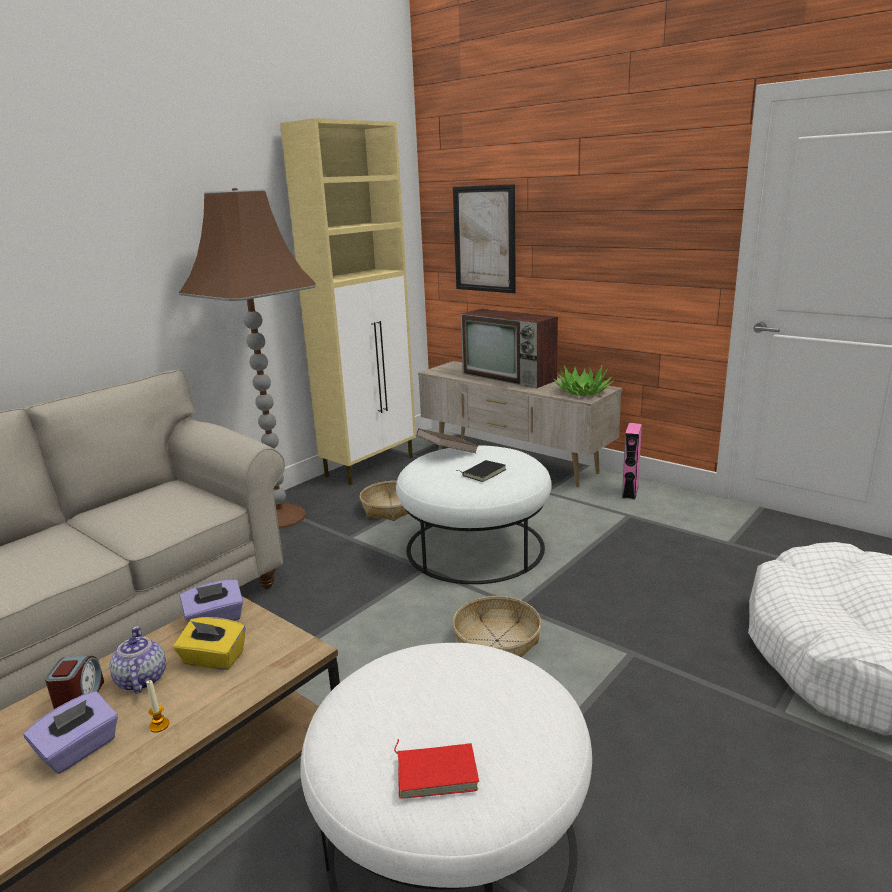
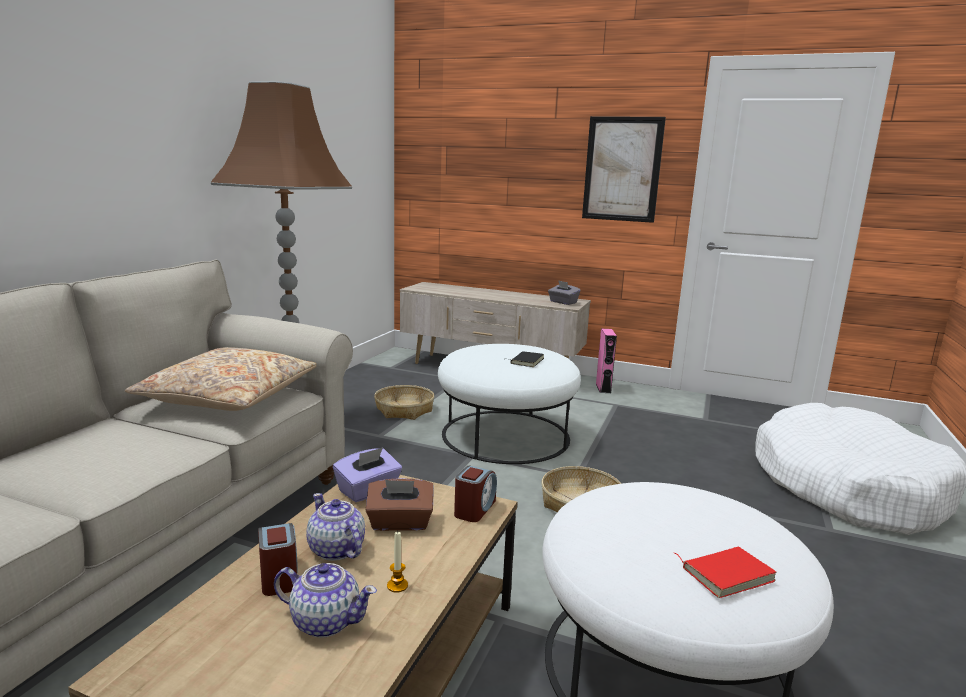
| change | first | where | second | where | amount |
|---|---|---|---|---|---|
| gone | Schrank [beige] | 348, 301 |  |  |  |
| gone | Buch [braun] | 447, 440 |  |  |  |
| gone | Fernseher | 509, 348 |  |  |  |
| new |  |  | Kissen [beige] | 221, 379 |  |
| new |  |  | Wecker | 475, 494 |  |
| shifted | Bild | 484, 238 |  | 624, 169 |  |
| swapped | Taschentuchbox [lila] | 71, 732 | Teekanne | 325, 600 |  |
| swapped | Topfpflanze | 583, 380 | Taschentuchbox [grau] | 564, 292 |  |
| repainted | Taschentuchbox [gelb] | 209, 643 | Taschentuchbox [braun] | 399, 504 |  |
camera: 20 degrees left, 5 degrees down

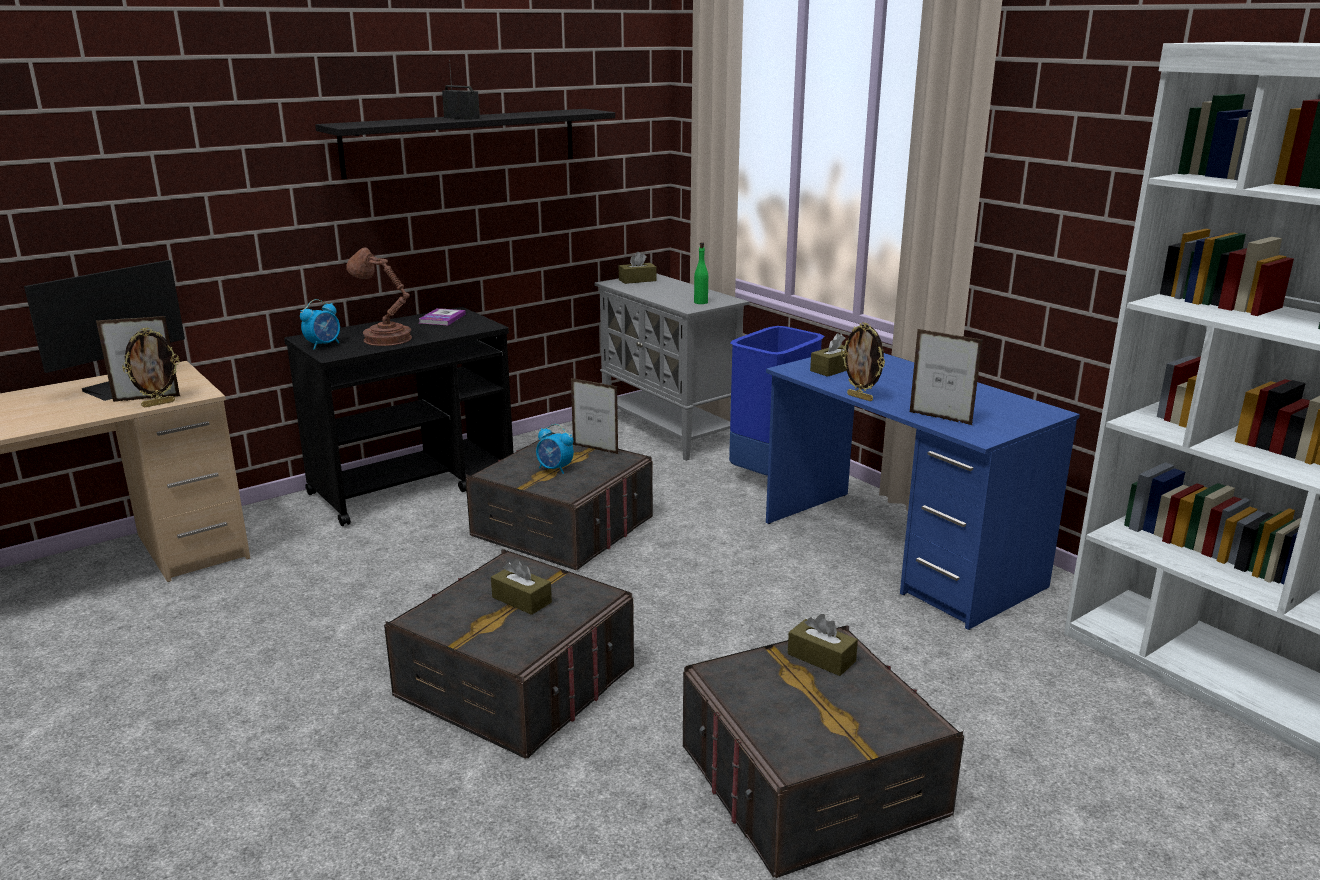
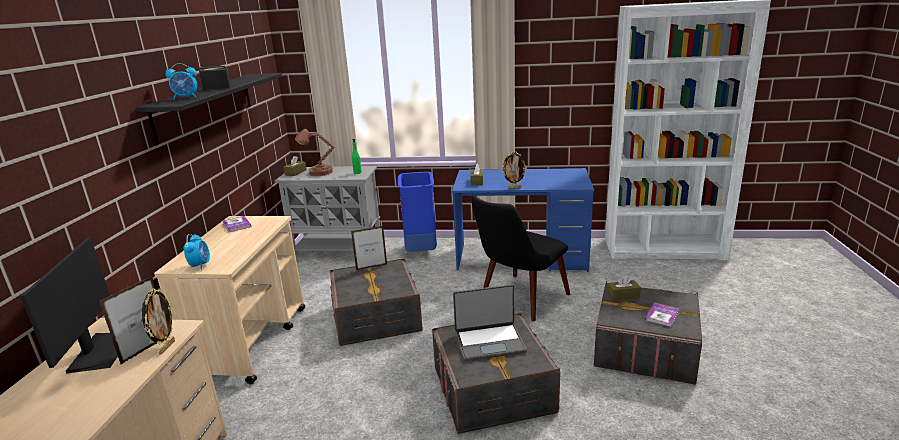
| change | first | where | second | where | amount |
|---|---|---|---|---|---|
| gone | Bilderrahmen | 946, 377 |  |  |  |
| new |  |  | Stuhl [schwarz] | 521, 259 |  |
| new |  |  | Buch | 662, 314 |  |
| shifted | Tischlampe [braun] | 379, 297 |  | 314, 152 |  |
| shifted | Wecker | 555, 449 |  | 181, 81 |  |
| swapped | Taschentuchbox [braun] | 521, 587 | Laptop | 490, 322 |  |
| repainted | Rollwagen [schwarz] | 399, 416 | Rollwagen [beige] | 229, 300 |  |
camera: 45 degrees left, 0 degrees up

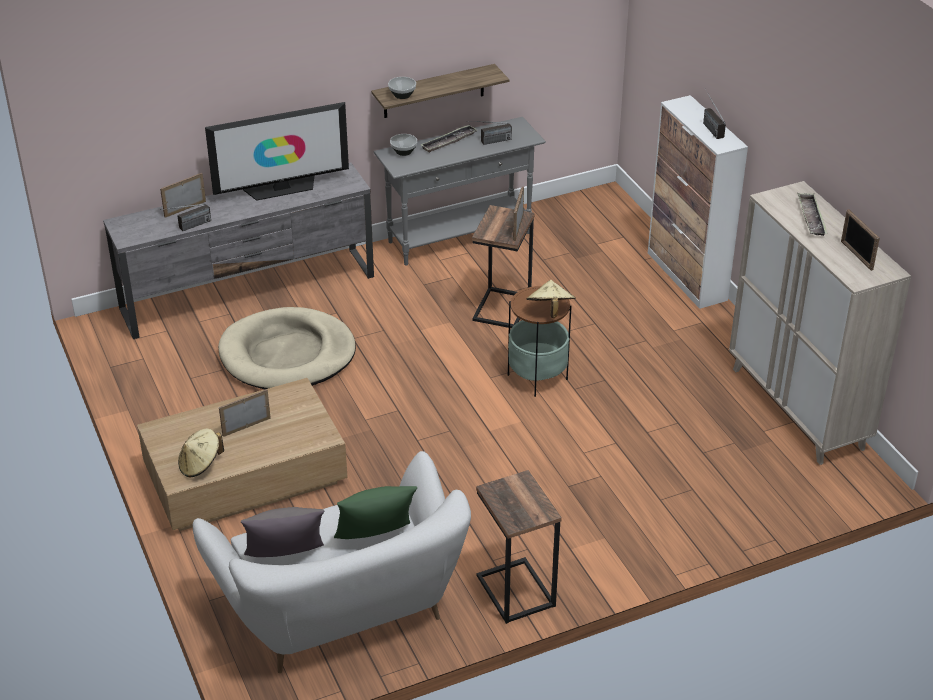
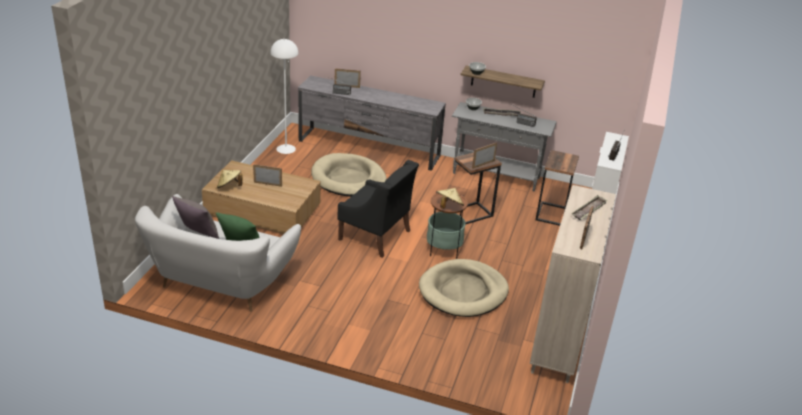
| change | first | where | second | where | amount |
|---|---|---|---|---|---|
| gone | Fernseher | 277, 151 |  |  |  |
| new |  |  | Stehlampe [weiß] | 284, 96 |  |
| new |  |  | Sessel [schwarz] | 378, 209 |  |
| new |  |  | Hundebett [beige] | 464, 288 |  |
| shifted | Beistelltisch | 519, 547 |  | 557, 188 |  |
camera: 40 degrees right, 5 degrees down

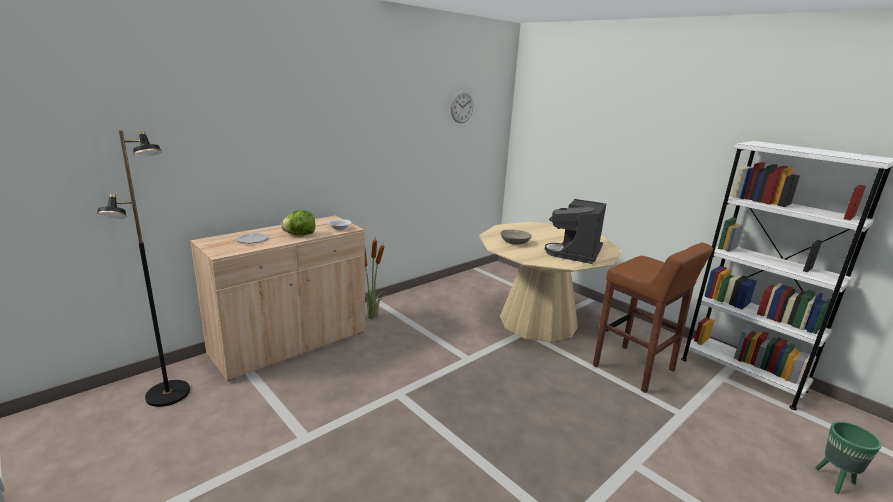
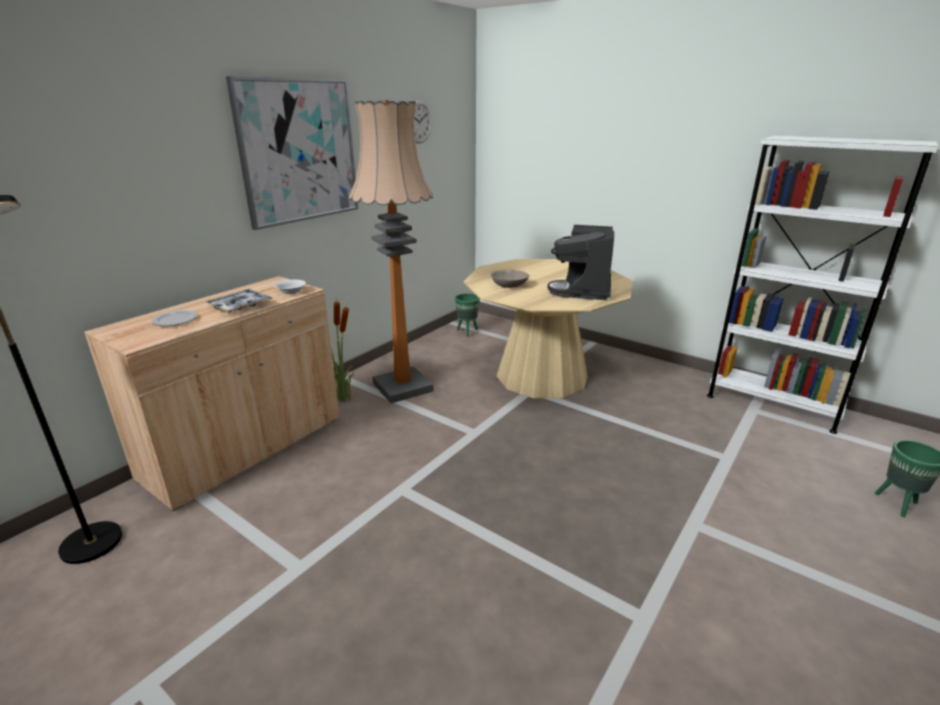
| change | first | where | second | where | amount |
|---|---|---|---|---|---|
| gone | Hocker [braun] | 653, 318 |  |  |  |
| new |  |  | Bild | 292, 153 |  |
| new |  |  | Stehlampe | 391, 251 |  |
| new |  |  | Pflanzkübel [grün] | 467, 315 |  |
| swapped | Salatkopf | 298, 222 | Tablett | 239, 300 |  |
camera: 10 degrees left, 5 degrees up

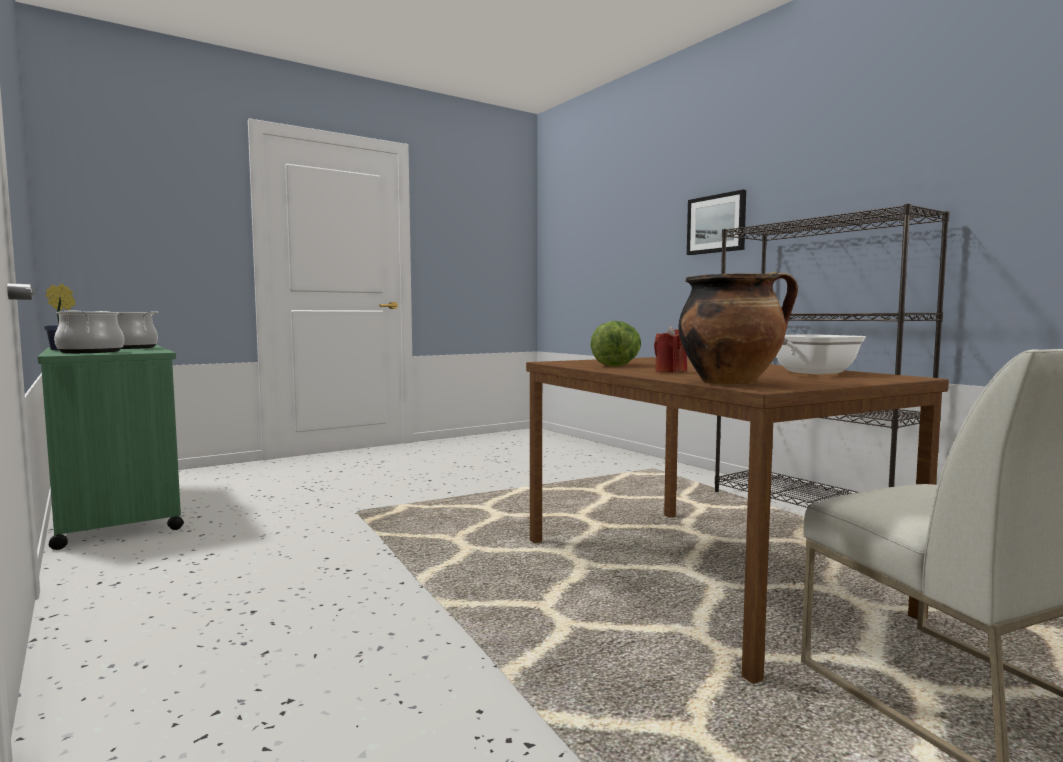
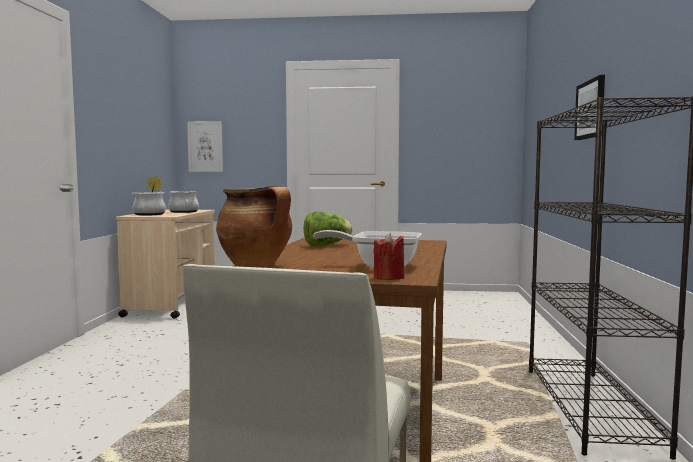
| change | first | where | second | where | amount |
|---|---|---|---|---|---|
| new |  |  | Bild | 205, 146 |  |
| shifted | Kerze [rot] | 670, 349 |  | 389, 256 |  |
| repainted | Rollwagen [grün] | 111, 447 | Rollwagen [beige] | 165, 264 |  |
camera: 40 degrees right, 0 degrees up

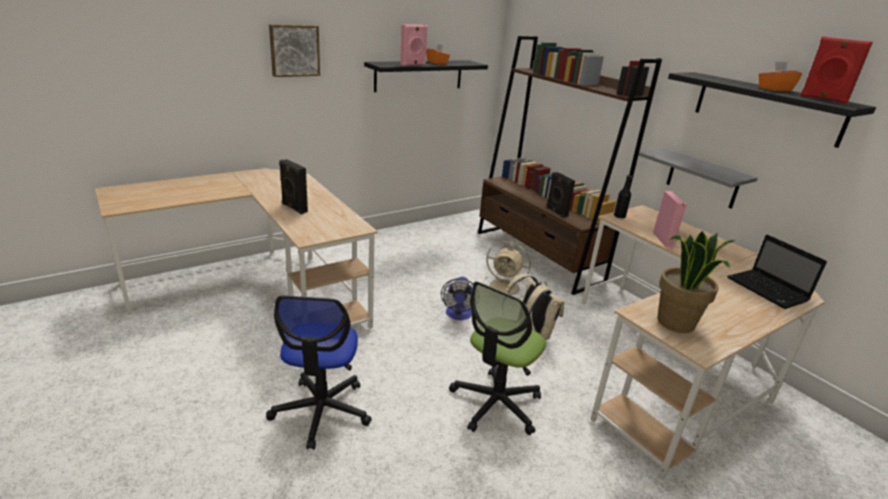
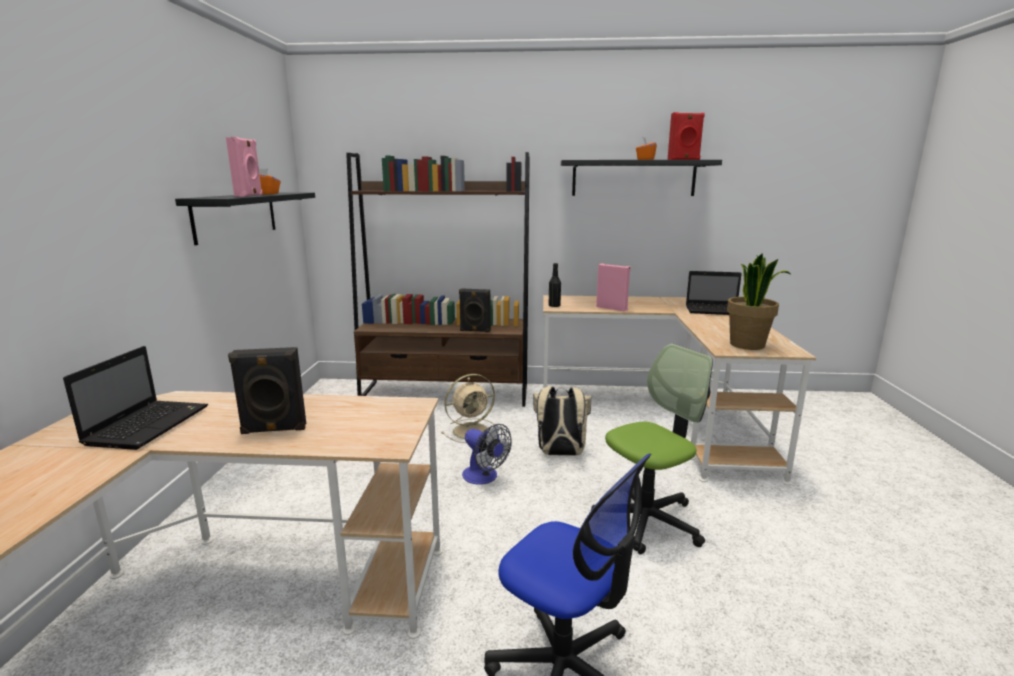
| change | first | where | second | where | amount |
|---|---|---|---|---|---|
| gone | Bild | 294, 50 |  |  |  |
| gone | Wandregal [grau] | 698, 178 |  |  |  |
| new |  |  | Laptop | 135, 398 |  |
| rotated | Bürostuhl | 497, 358 |  | 652, 449 | 105 degrees counterclockwise |
camera: 50 degrees left, 10 degrees down

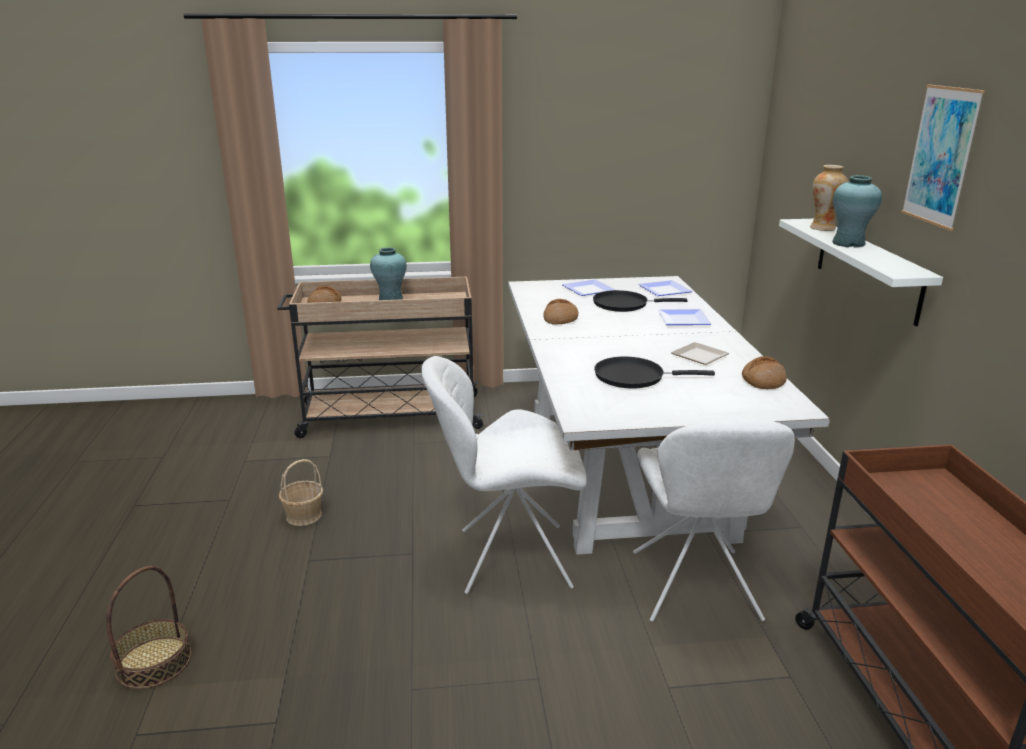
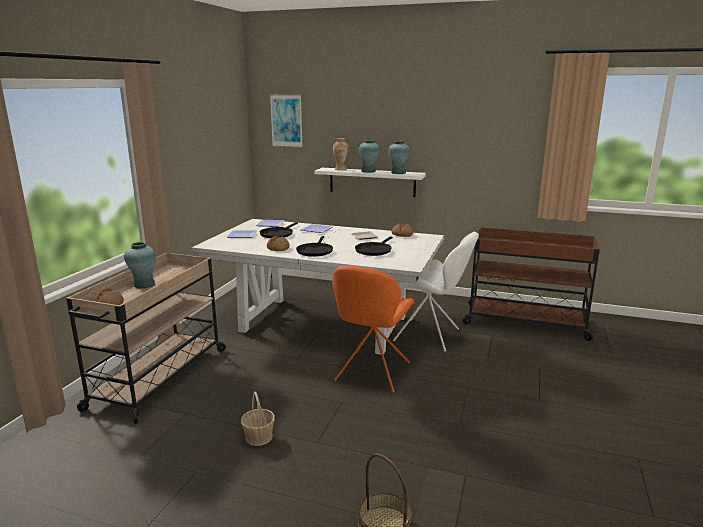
| change | first | where | second | where | amount |
|---|---|---|---|---|---|
| new |  |  | Pfanne [schwarz] | 314, 246 |  |
| new |  |  | Vase [türkis] | 399, 157 |  |
| shifted | Bild | 943, 157 |  | 286, 120 |  |
| repainted | Stuhl [weiß] | 504, 475 | Stuhl [orange] | 373, 329 |  |
camera: 65 degrees left, 5 degrees down

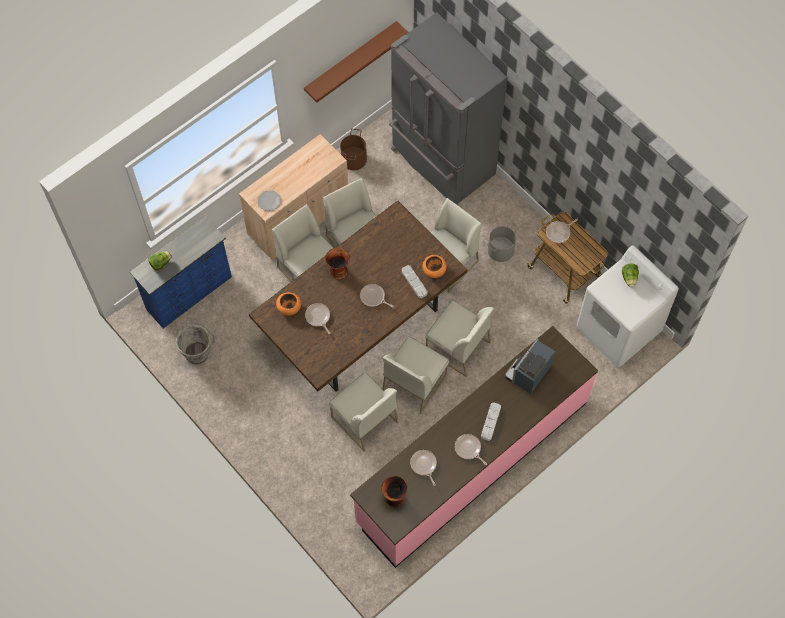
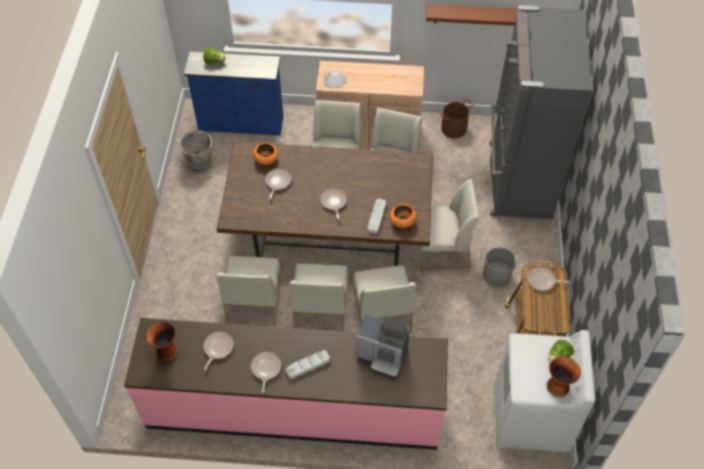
| change | first | where | second | where | amount |
|---|---|---|---|---|---|
| shifted | Vase | 337, 264 |  | 564, 376 |  |
| rotated | Stuhl [weiß] | 416, 375 |  | 319, 297 | 75 degrees counterclockwise |
| rotated | Kaffeemaschine | 530, 366 |  | 383, 347 | 150 degrees counterclockwise |
camera: 45 degrees right, 10 degrees down

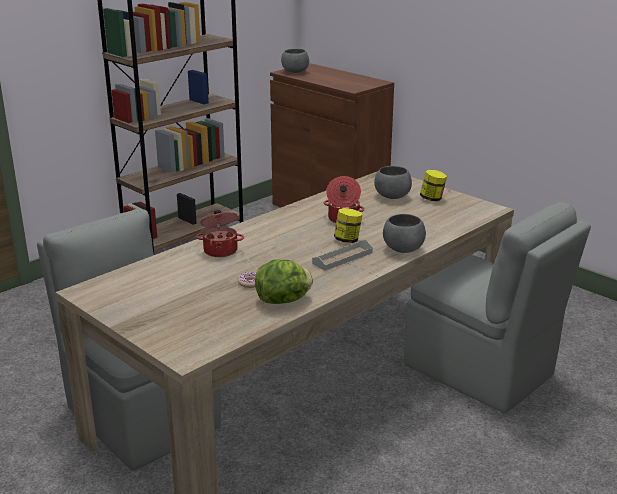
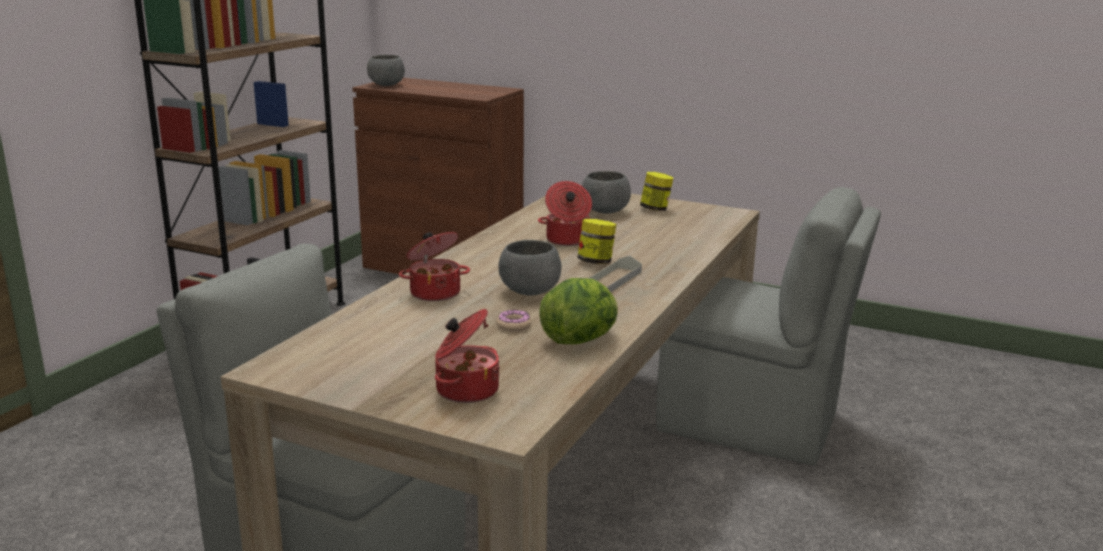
| change | first | where | second | where | amount |
|---|---|---|---|---|---|
| new |  |  | Kochtopf | 467, 356 |  |
| shifted | Schüssel [grau] | 404, 233 |  | 530, 267 |  |
camera: 20 degrees left, 5 degrees down

